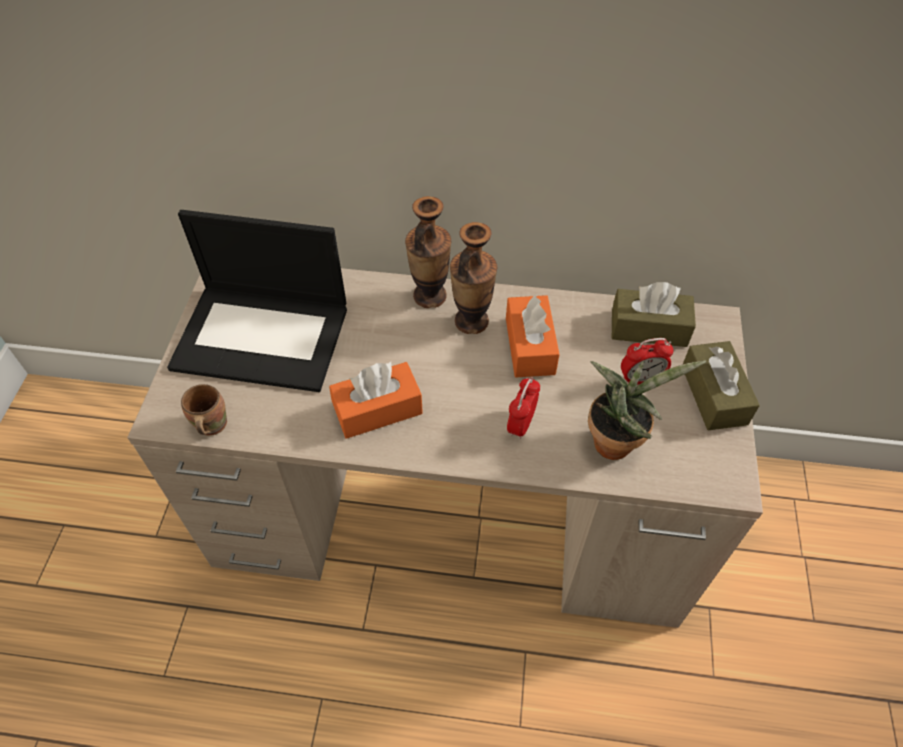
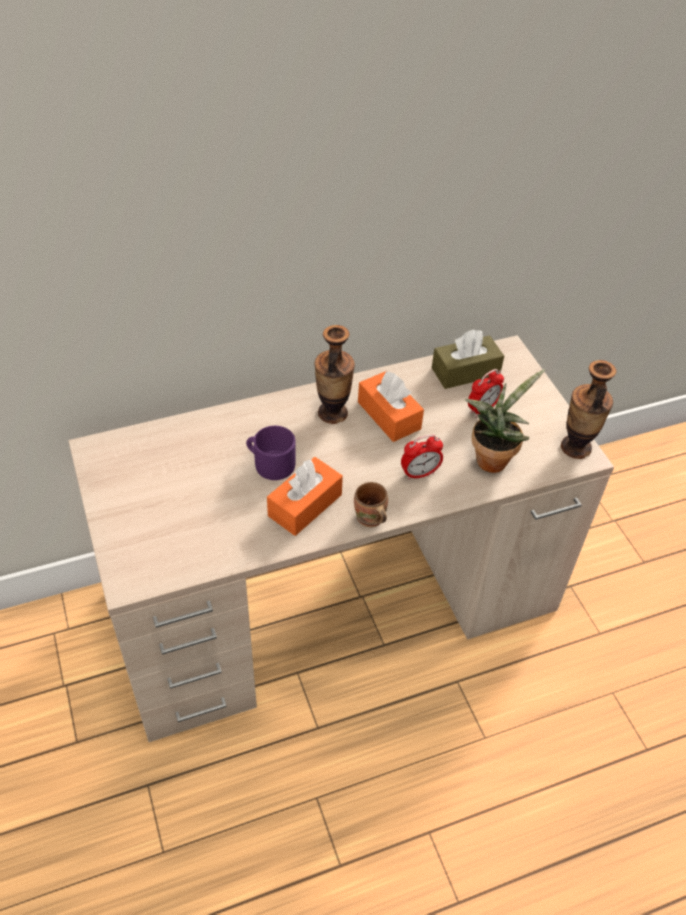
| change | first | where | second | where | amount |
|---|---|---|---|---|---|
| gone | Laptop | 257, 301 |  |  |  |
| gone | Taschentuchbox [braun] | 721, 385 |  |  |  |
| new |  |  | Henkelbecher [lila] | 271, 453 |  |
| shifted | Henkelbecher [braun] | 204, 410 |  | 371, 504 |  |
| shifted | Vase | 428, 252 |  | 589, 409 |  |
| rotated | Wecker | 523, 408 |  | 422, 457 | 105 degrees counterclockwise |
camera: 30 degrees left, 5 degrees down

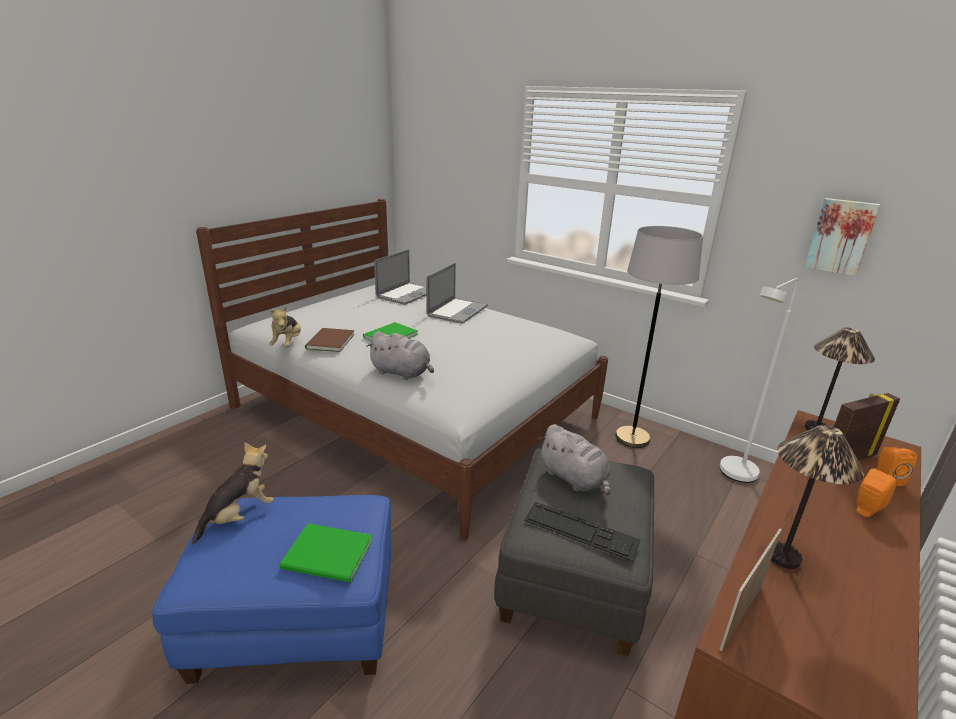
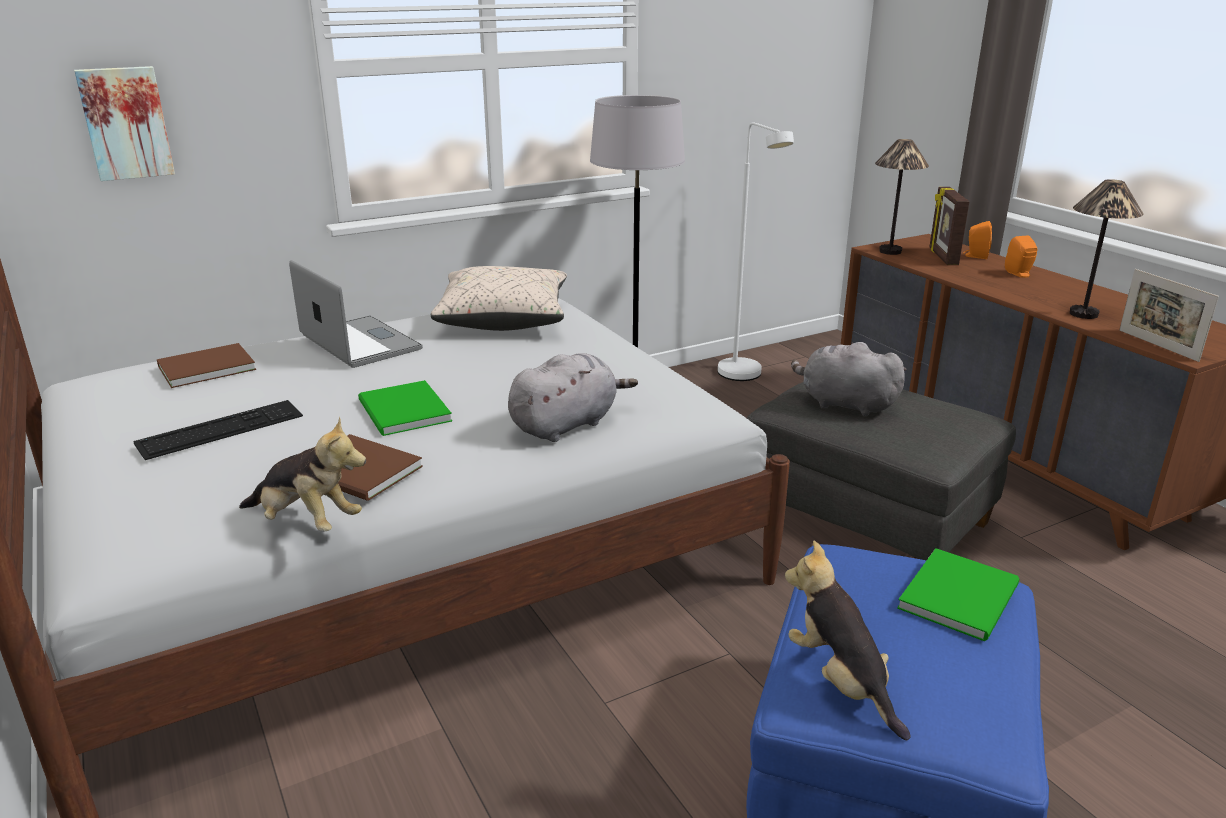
| change | first | where | second | where | amount |
|---|---|---|---|---|---|
| new |  |  | Kissen [beige] | 499, 298 |  |
| shifted | Tastatur | 582, 532 |  | 218, 430 |  |
| shifted | Bild | 842, 237 |  | 124, 123 |  |
| swapped | Laptop | 400, 277 | Buch [braun] | 206, 365 |  |
| rotated | Plüschtier [grau] | 575, 460 |  | 849, 379 | 135 degrees counterclockwise |
camera: 65 degrees left, 0 degrees up

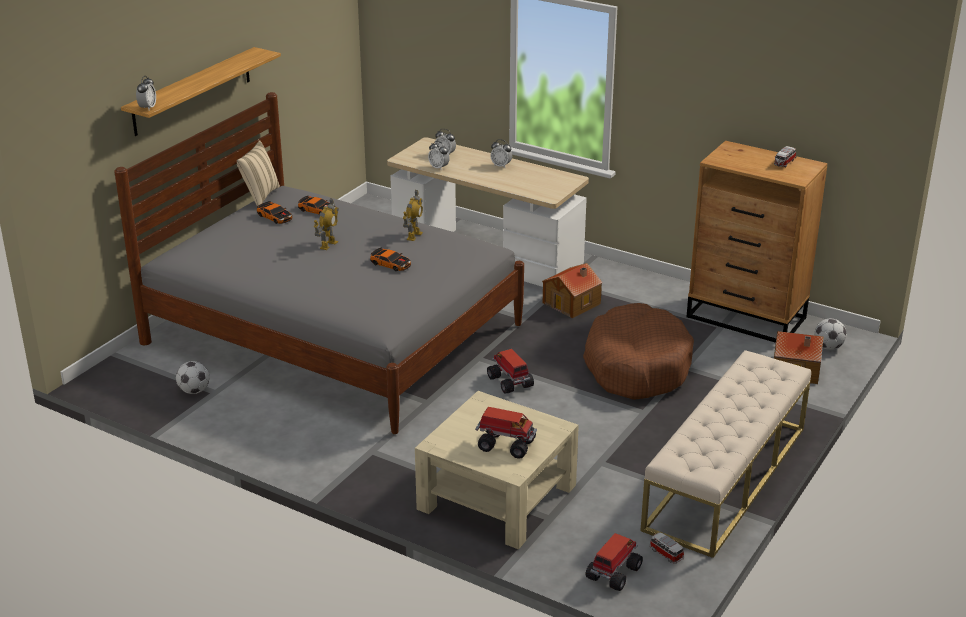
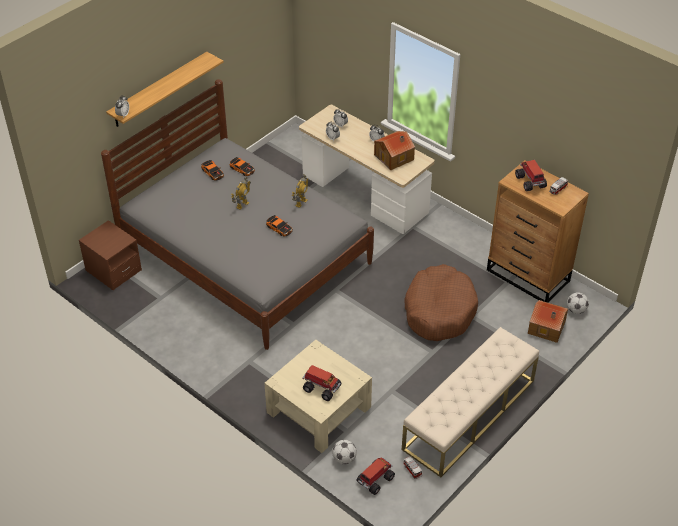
| change | first | where | second | where | amount |
|---|---|---|---|---|---|
| gone | Kissen [beige] | 258, 172 |  |  |  |
| new |  |  | Nachttisch [braun] | 110, 255 |  |
| shifted | Fußball | 192, 377 |  | 344, 452 |  |
| shifted | Spielzeuglaster | 510, 371 |  | 531, 175 |  |
| shifted | Spielzeughaus | 572, 290 |  | 394, 150 |  |
camera: 10 degrees right, 15 degrees up

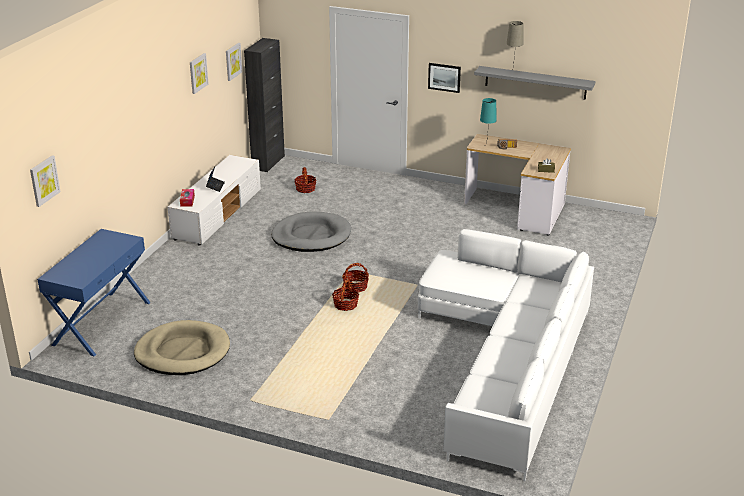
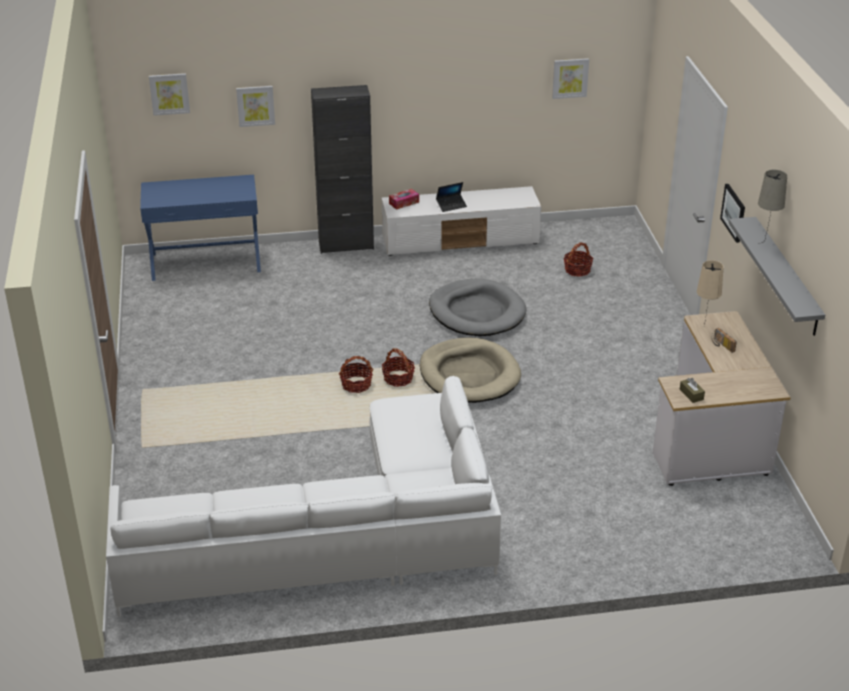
| change | first | where | second | where | amount |
|---|---|---|---|---|---|
| shifted | Hundebett [beige] | 182, 347 |  | 470, 370 |  |
| shifted | Bild | 199, 73 |  | 255, 106 |  |
| shifted | Schrank [schwarz] | 264, 105 |  | 342, 169 |  |
| repainted | Tischlampe [türkis] | 488, 118 | Tischlampe [beige] | 710, 293 |  |
camera: 60 degrees right, 5 degrees up

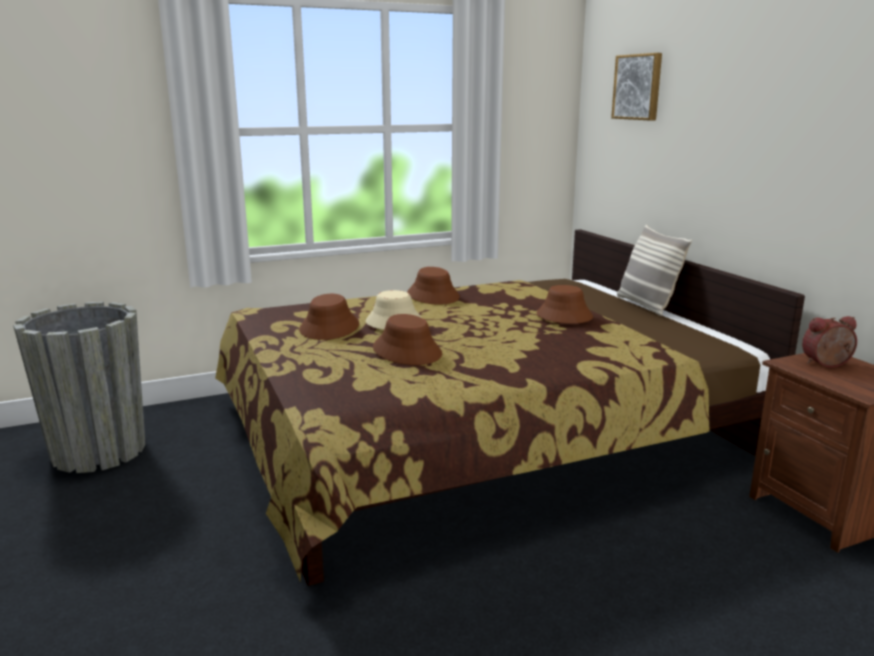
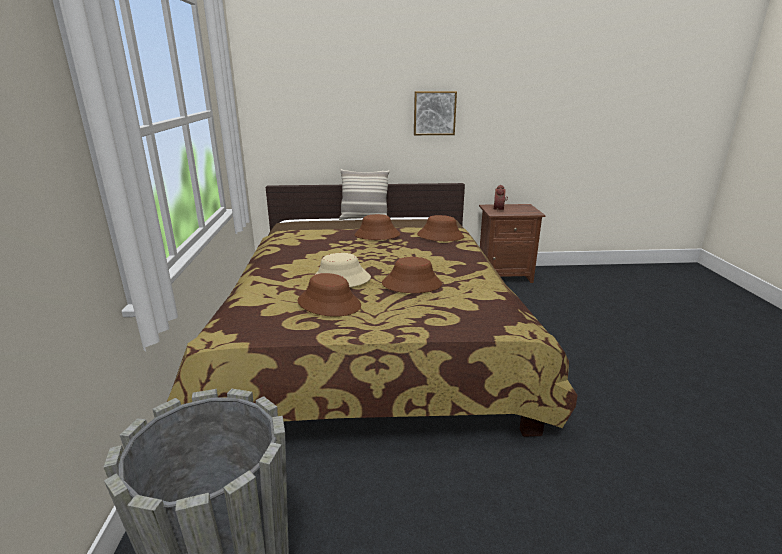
| change | first | where | second | where | amount |
|---|---|---|---|---|---|
| shifted | Hut [braun] | 433, 286 |  | 440, 228 |  |
| shifted | Bild | 636, 87 |  | 435, 113 |  |
camera: 70 degrees left, 5 degrees up

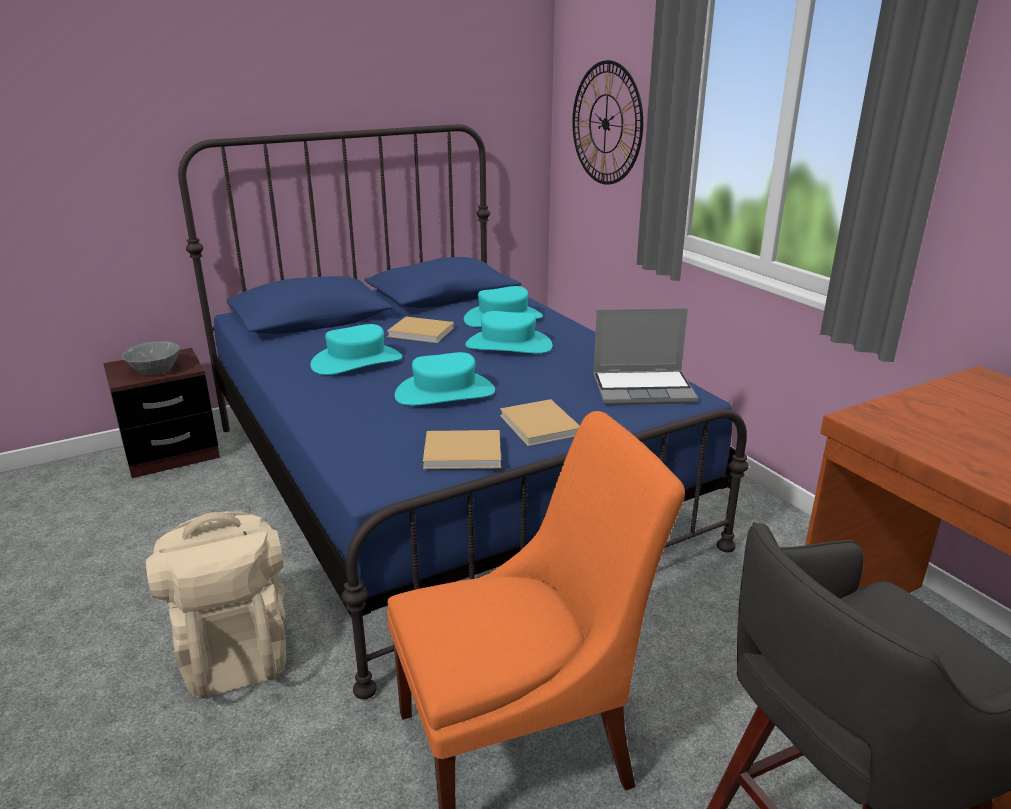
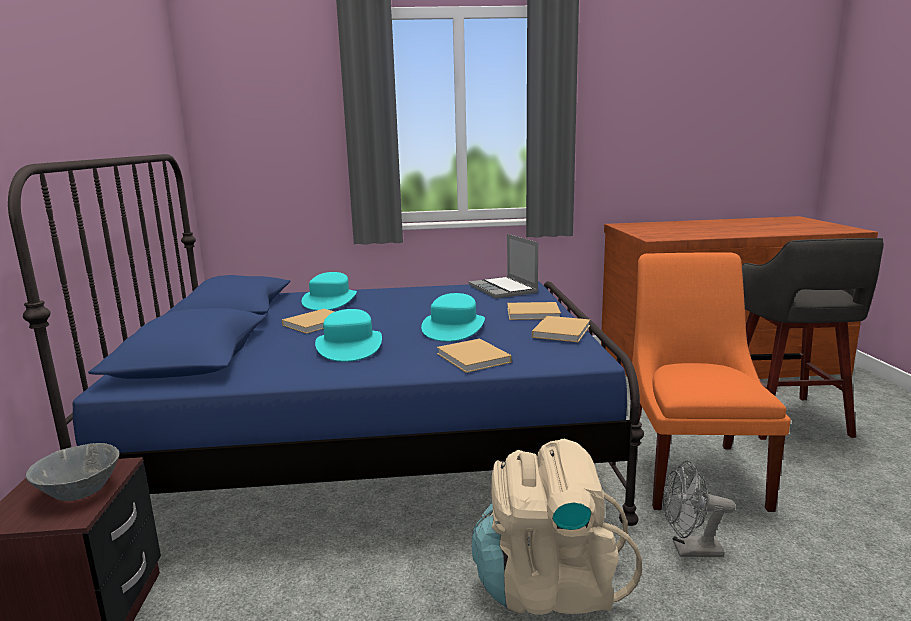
| change | first | where | second | where | amount |
|---|---|---|---|---|---|
| gone | Hut [türkis] | 509, 332 |  |  |  |
| gone | Wanduhr | 607, 122 |  |  |  |
| new |  |  | Buch [beige] | 474, 356 |  |
| new |  |  | Ventilator [grau] | 699, 508 |  |
| rotated | Laptop | 645, 356 |  | 503, 266 | 135 degrees clockwise |
camera: 65 degrees left, 10 degrees down

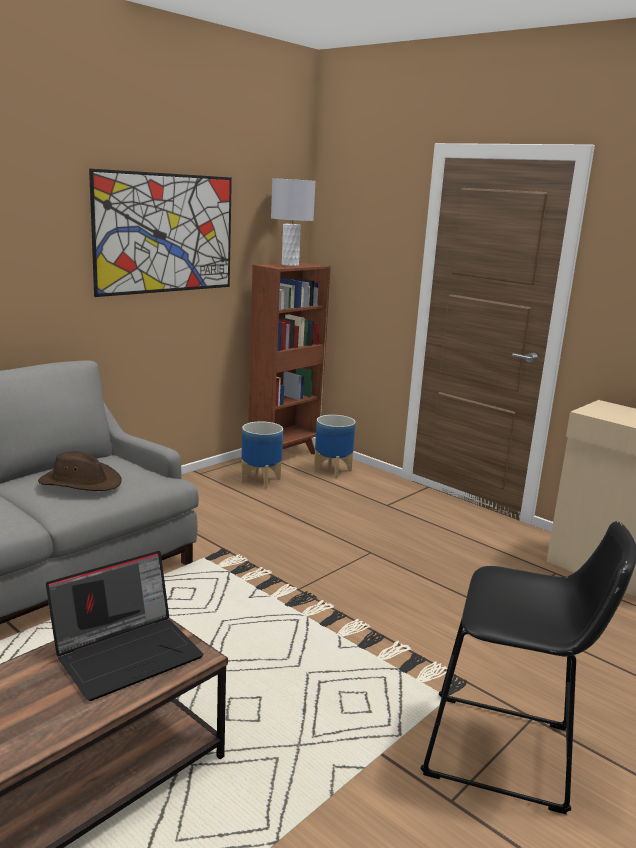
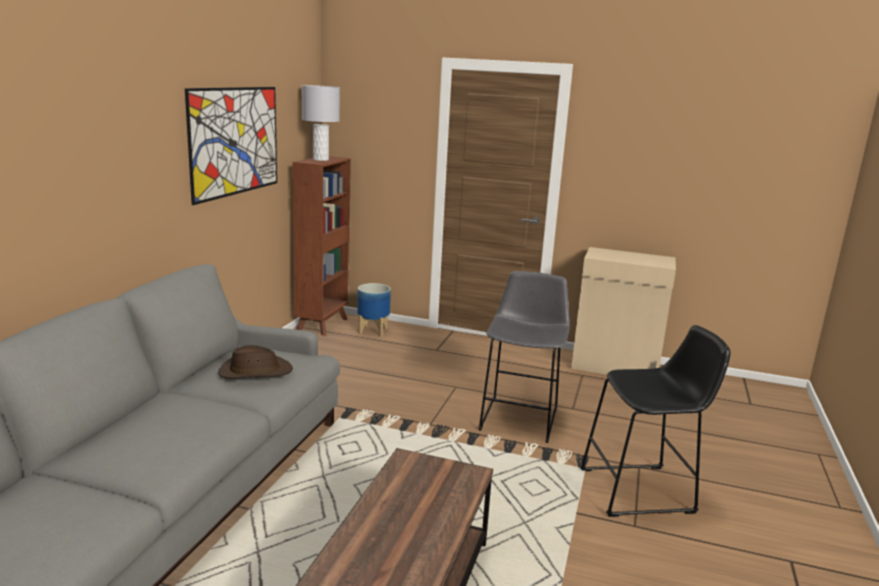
| change | first | where | second | where | amount |
|---|---|---|---|---|---|
| gone | Laptop | 125, 626 |  |  |  |
| gone | Pflanzkübel | 262, 455 |  |  |  |
| new |  |  | Hocker [grau] | 524, 357 |  |
camera: 25 degrees left, 0 degrees up

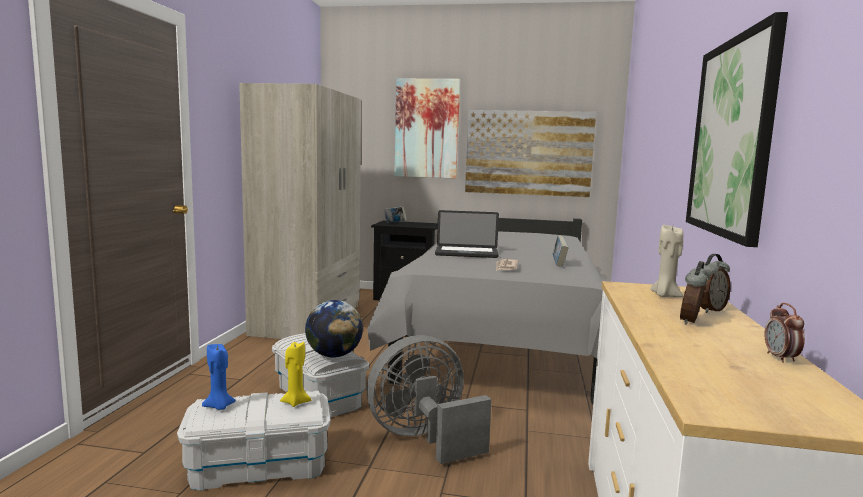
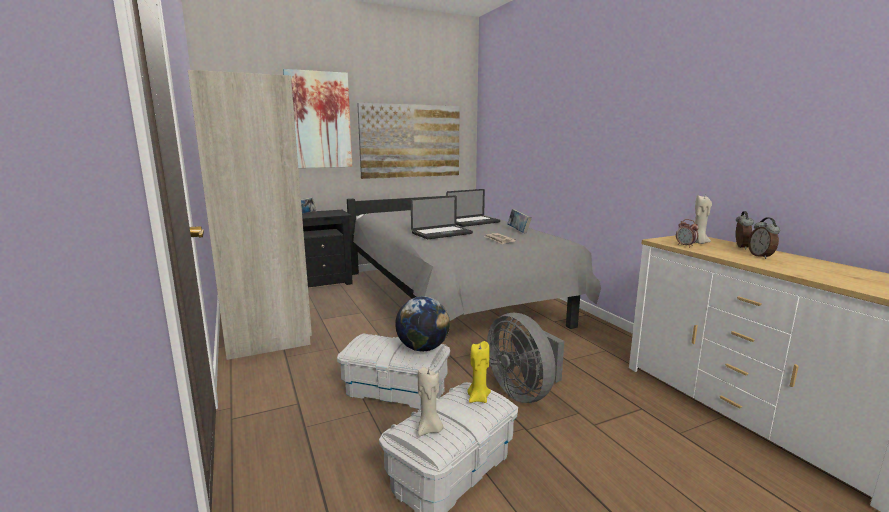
| change | first | where | second | where | amount |
|---|---|---|---|---|---|
| gone | Bild | 737, 129 |  |  |  |
| new |  |  | Laptop | 473, 208 |  |
| shifted | Wecker | 784, 333 |  | 687, 233 |  |
| repainted | Kerze [blau] | 219, 377 | Kerze [beige] | 430, 401 |  |
| rotated | Ventilator [grau] | 429, 399 |  | 525, 358 | 60 degrees counterclockwise |
camera: 35 degrees left, 5 degrees up

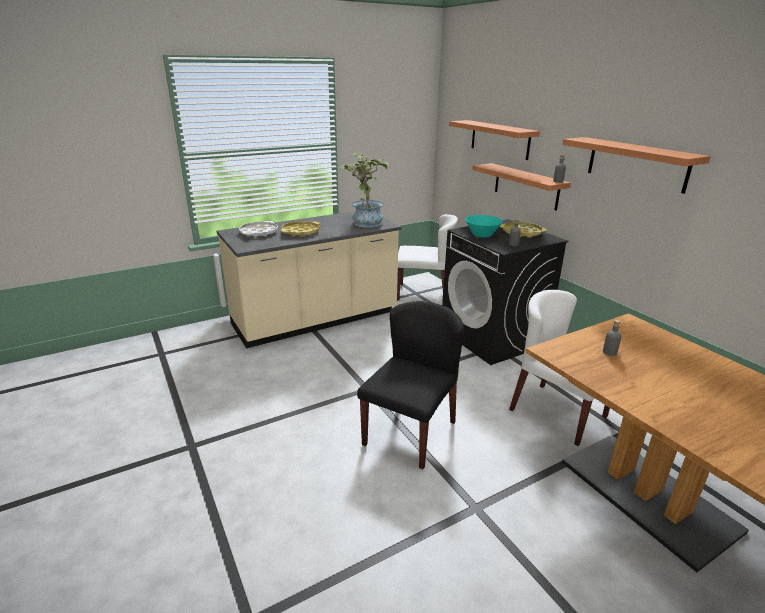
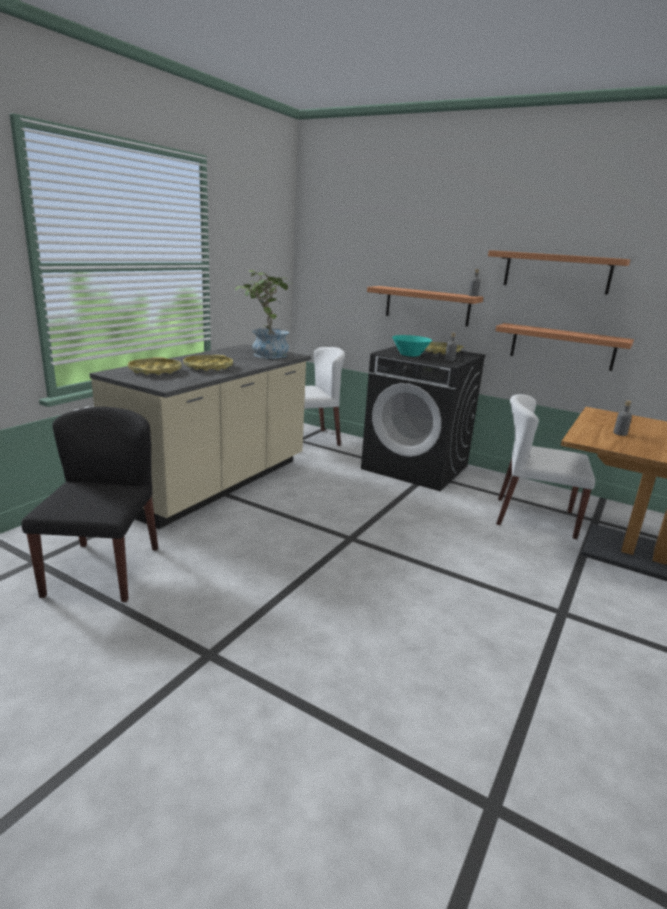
| change | first | where | second | where | amount |
|---|---|---|---|---|---|
| shifted | Stuhl [schwarz] | 410, 385 |  | 89, 504 |  |
| shifted | Wandregal | 494, 140 |  | 564, 347 |  |
| repainted | Tablett [weiß] | 258, 229 | Tablett [gelb] | 154, 366 |  |
camera: 30 degrees left, 5 degrees down

